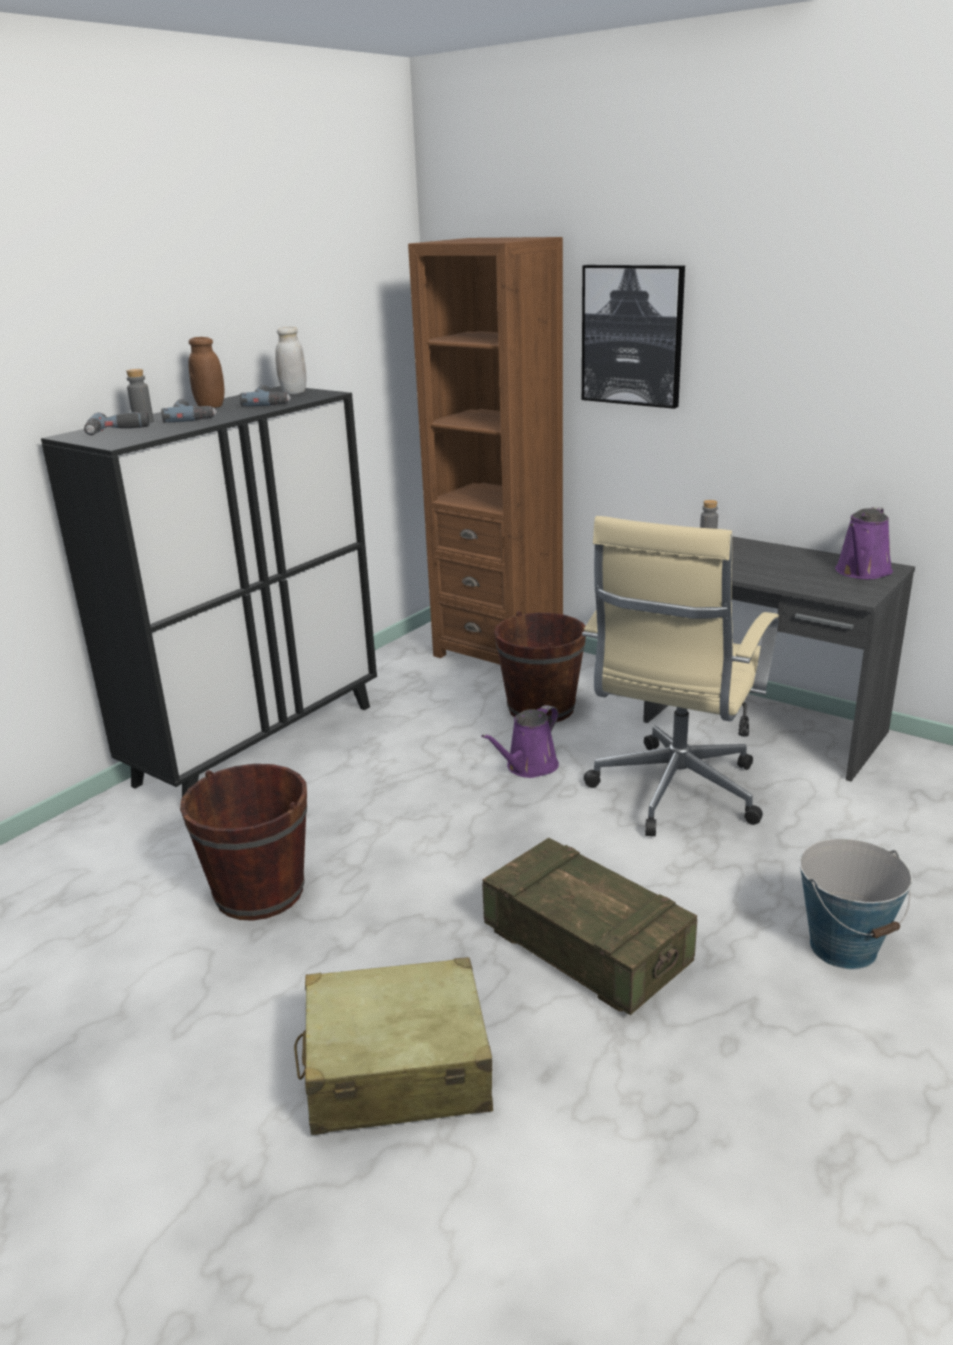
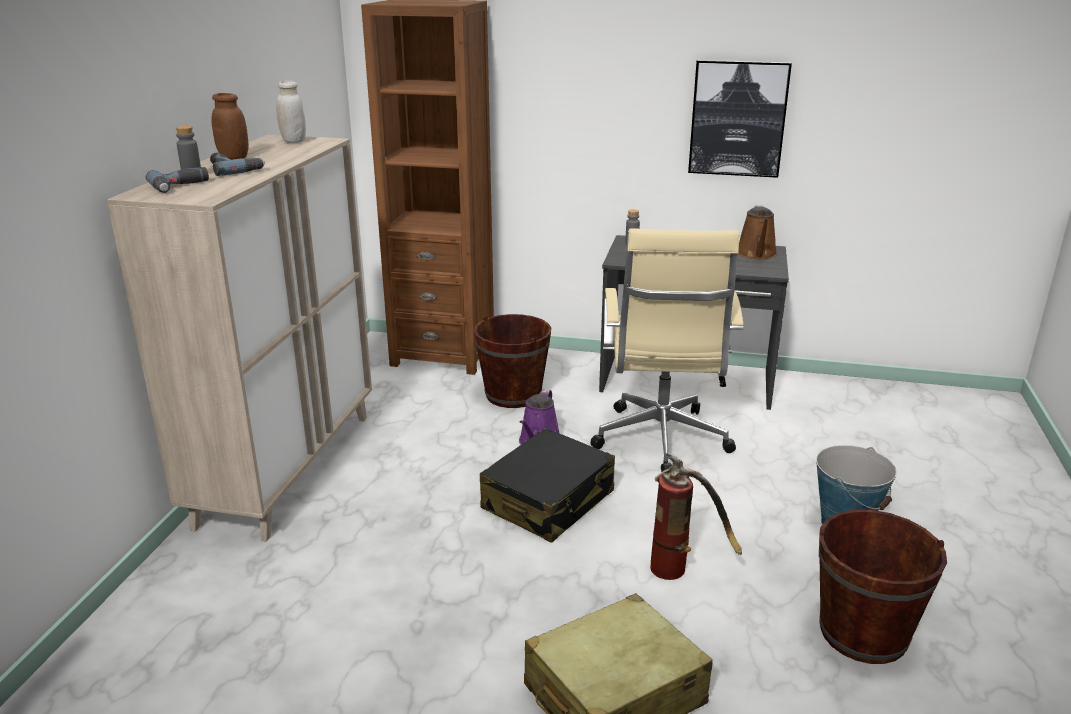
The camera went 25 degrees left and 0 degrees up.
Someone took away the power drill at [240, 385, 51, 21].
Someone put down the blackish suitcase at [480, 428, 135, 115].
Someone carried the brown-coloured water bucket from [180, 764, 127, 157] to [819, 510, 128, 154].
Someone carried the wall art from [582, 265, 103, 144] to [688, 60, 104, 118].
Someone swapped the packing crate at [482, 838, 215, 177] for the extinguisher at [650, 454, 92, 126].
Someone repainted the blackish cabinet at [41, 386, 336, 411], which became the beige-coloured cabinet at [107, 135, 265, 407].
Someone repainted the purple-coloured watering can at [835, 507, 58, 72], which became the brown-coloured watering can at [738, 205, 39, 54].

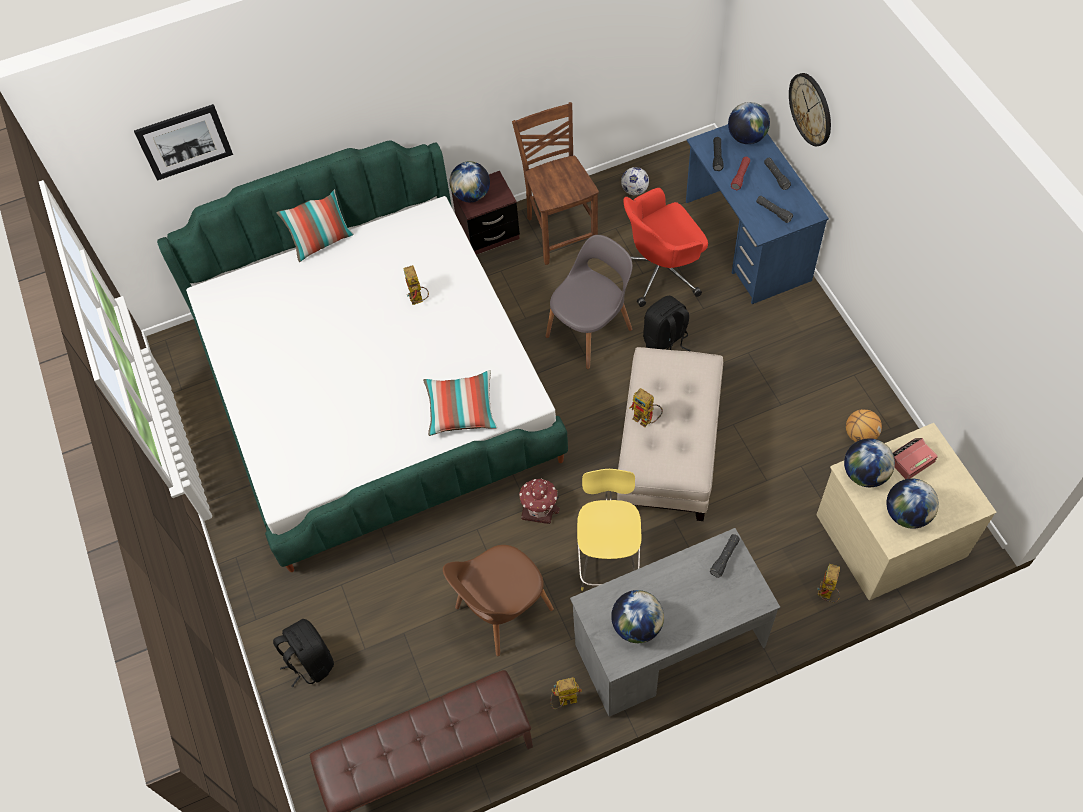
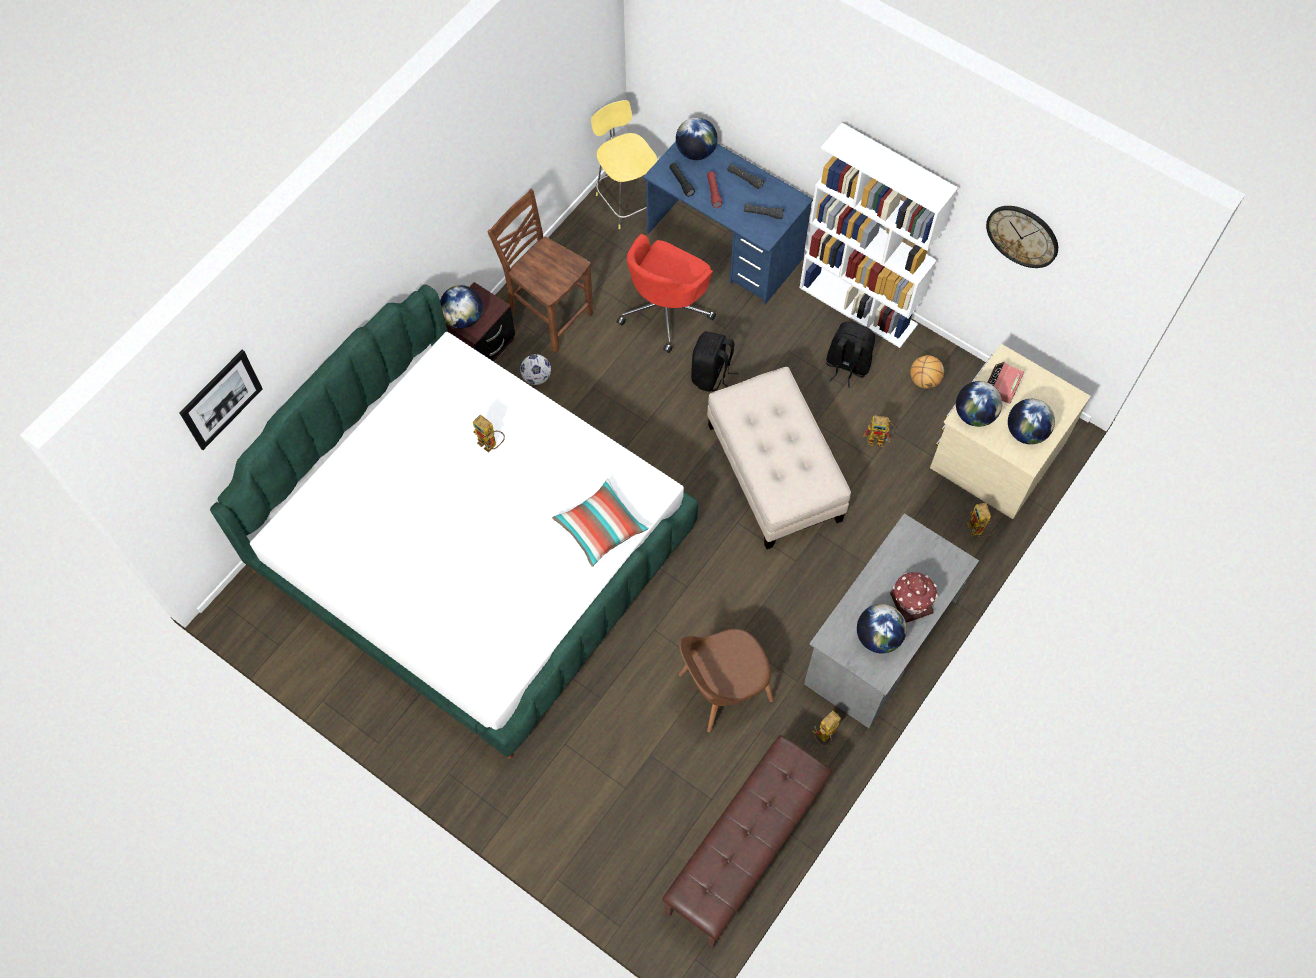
The camera went 35 degrees left and 5 degrees up.
Someone took away the pillow at [276, 189, 78, 73].
Someone took away the grey upright chair at [545, 235, 87, 134].
Someone took away the blackish flashlight at [710, 534, 30, 44].
Someone put down the whitish bookcase at [799, 123, 159, 225].
Someone carried the blackish rucksack from [273, 619, 61, 68] to [826, 322, 49, 66].
Someone carried the miniature house from [519, 479, 41, 45] to [890, 572, 48, 51].
Someone carried the yellow-coloured stool seat from [577, 469, 65, 122] to [591, 100, 67, 129].
Someone carried the football ball from [621, 167, 28, 28] to [520, 354, 31, 31].
Someone carried the robot figure from [630, 388, 33, 39] to [863, 416, 31, 31].
Someone carried the hanging clock from [789, 73, 42, 74] to [986, 206, 72, 62].
Someone rotated the brown-coloured upright chair at [443, 545, 111, 111] by 45 degrees clockwise.

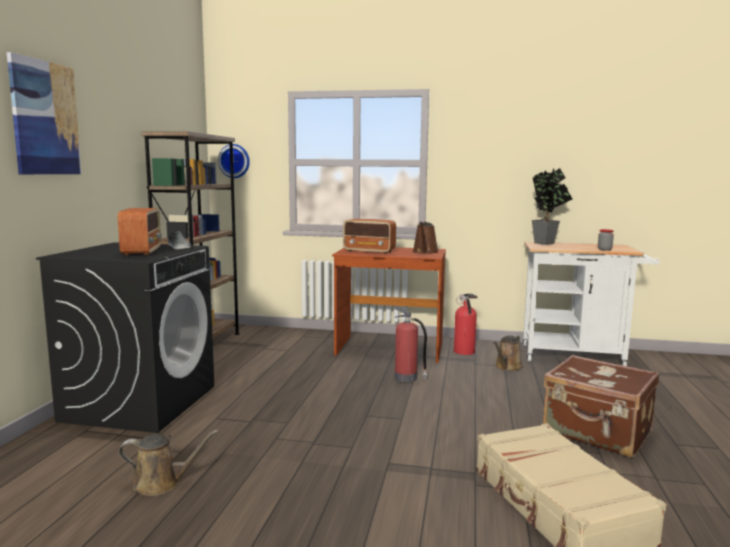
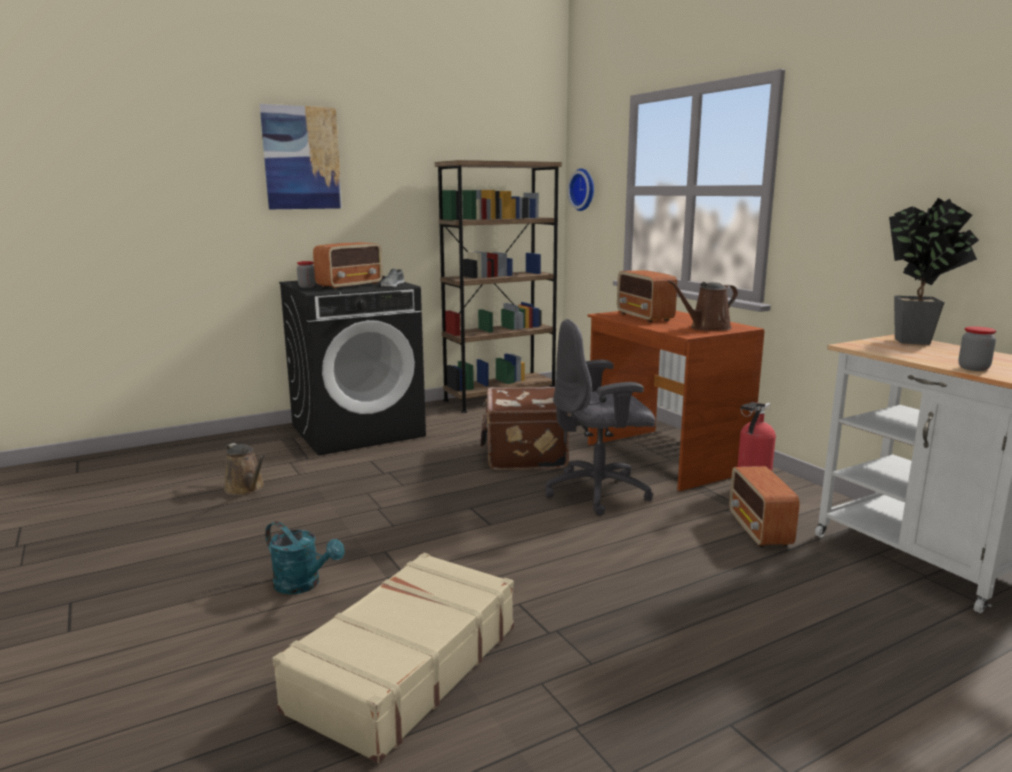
The camera went 50 degrees right and 5 degrees up.
Someone put down the turquoise watering can at [265, 521, 80, 73].
Someone put down the jar at [297, 261, 19, 27].
Someone carried the brown-coloured suitcase from [543, 355, 116, 103] to [480, 387, 89, 83].
Someone swapped the extinguisher at [394, 307, 34, 75] for the grey computer chair at [545, 319, 110, 197].
Someone swapped the brown-coloured watering can at [493, 335, 30, 36] for the radio at [729, 466, 70, 81].

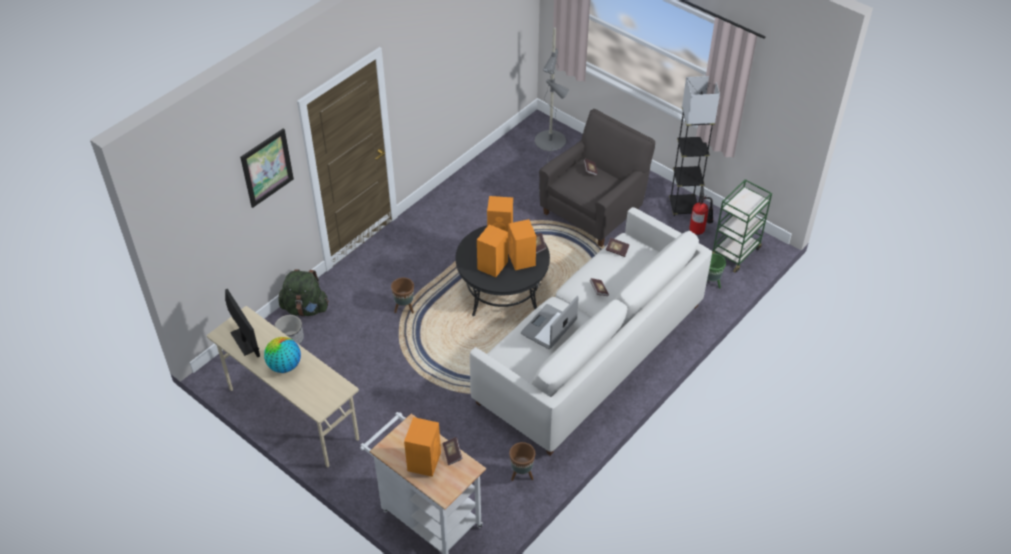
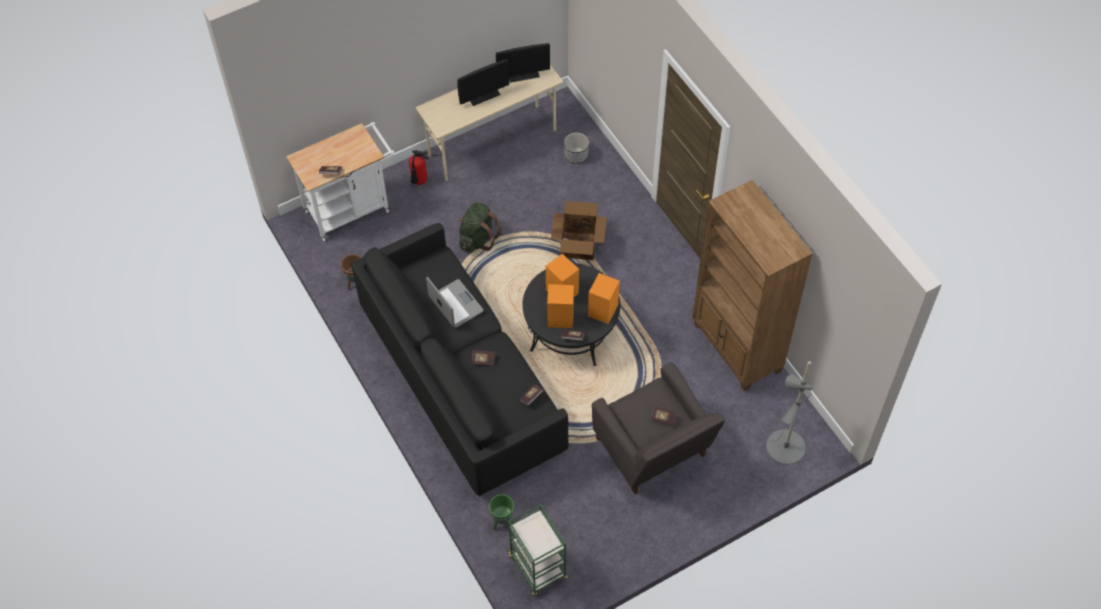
The camera went 110 degrees right and 10 degrees up.
Someone took away the wall art at [240, 128, 54, 80].
Someone took away the orange audio speaker at [404, 417, 37, 60].
Someone took away the blackish standing lamp at [669, 76, 51, 141].
Someone put down the brown-coloured bookcase at [692, 180, 121, 211].
Someone carried the greenish rucksack from [279, 269, 50, 47] to [458, 202, 43, 50].
Someone carried the extinguisher from [689, 186, 24, 49] to [409, 150, 20, 35].
Someone swapped the world globe at [264, 337, 37, 36] for the monitor at [457, 59, 52, 47].
Someone swapped the brown-coloured planter at [391, 278, 23, 36] for the cardboard box at [551, 201, 56, 59].
Someone repainted the whitish sofa at [470, 207, 242, 249], which became the blackish sofa at [351, 223, 217, 274].

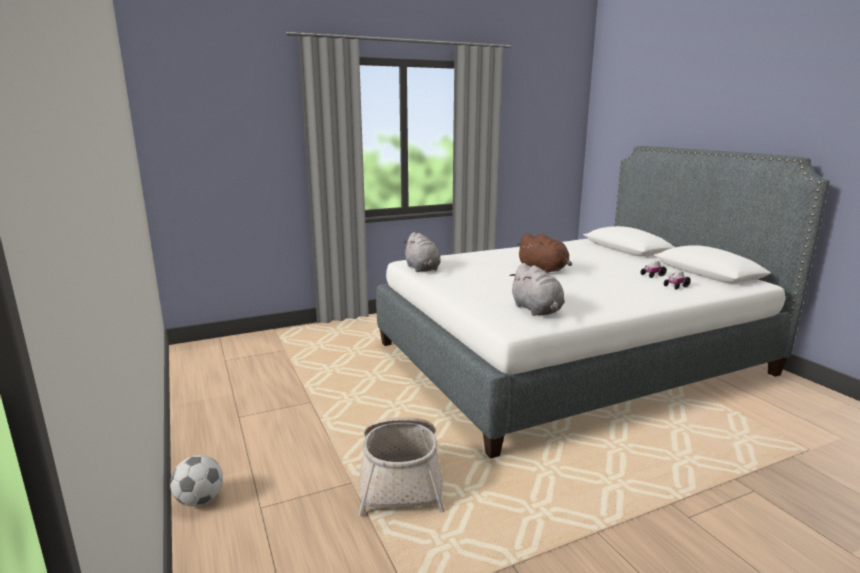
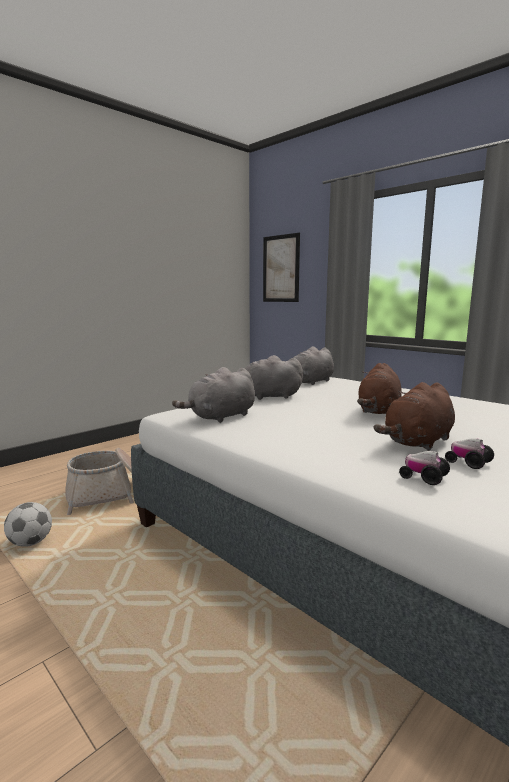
The camera went 70 degrees right and 5 degrees down.
Someone put down the grey plush toy at [245, 355, 58, 45].
Someone put up the wall art at [263, 233, 37, 69].
Someone put down the brown-coloured plush toy at [373, 382, 82, 69].
Someone carried the football ball from [170, 455, 53, 52] to [4, 502, 48, 45].

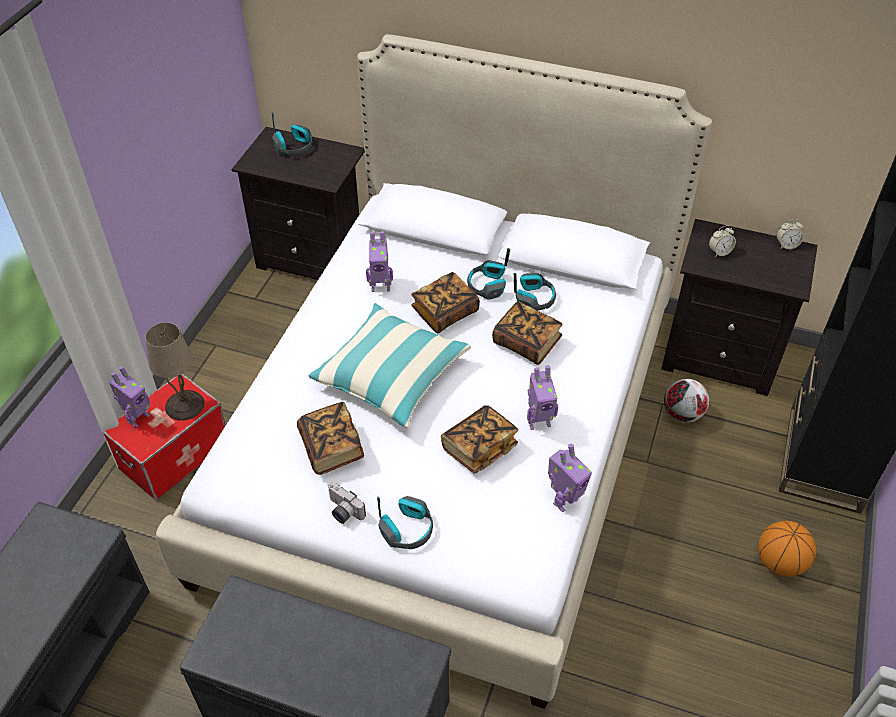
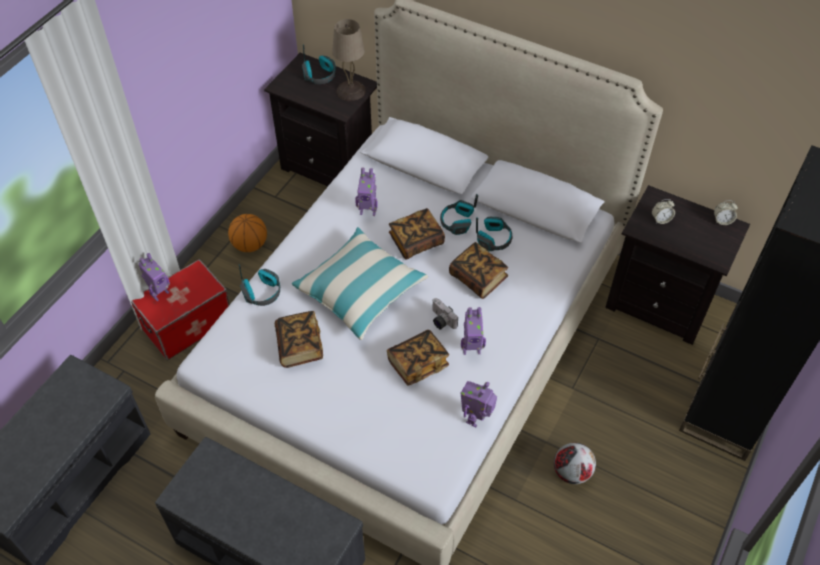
The camera went 10 degrees right and 5 degrees up.
Someone carried the beige-coloured table lamp from [145, 322, 59, 98] to [332, 19, 34, 82].
Someone carried the still camera from [328, 482, 38, 42] to [432, 298, 26, 31].
Someone carried the headset from [377, 496, 56, 53] to [239, 264, 41, 42].
Someone carried the football ball from [664, 379, 45, 44] to [554, 443, 42, 41].
Someone carried the basketball from [758, 521, 58, 56] to [228, 214, 39, 38].
Someone rotated the robot figure at [548, 444, 44, 68] by 150 degrees clockwise.

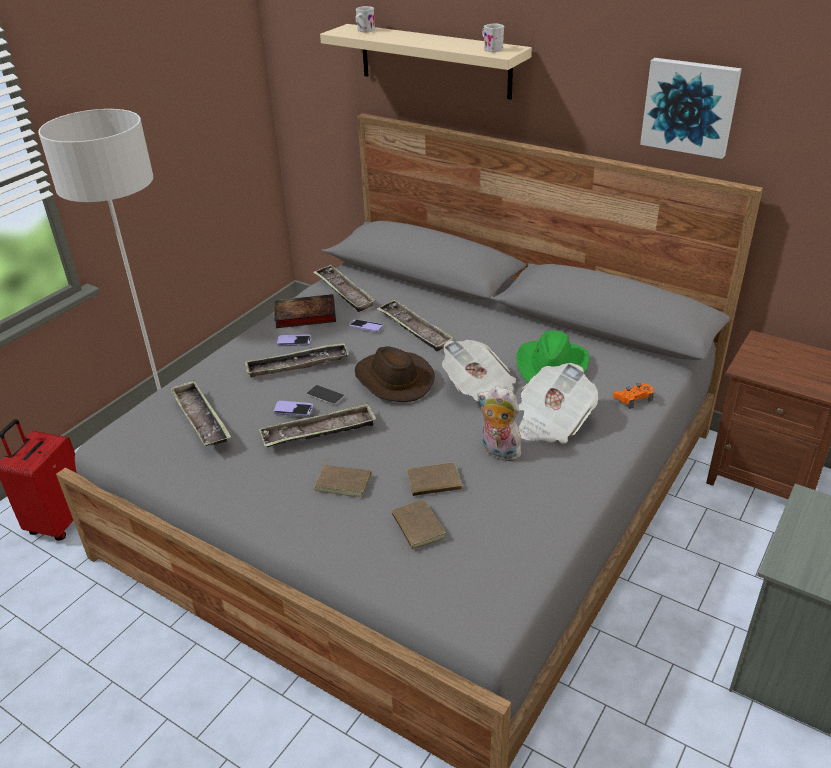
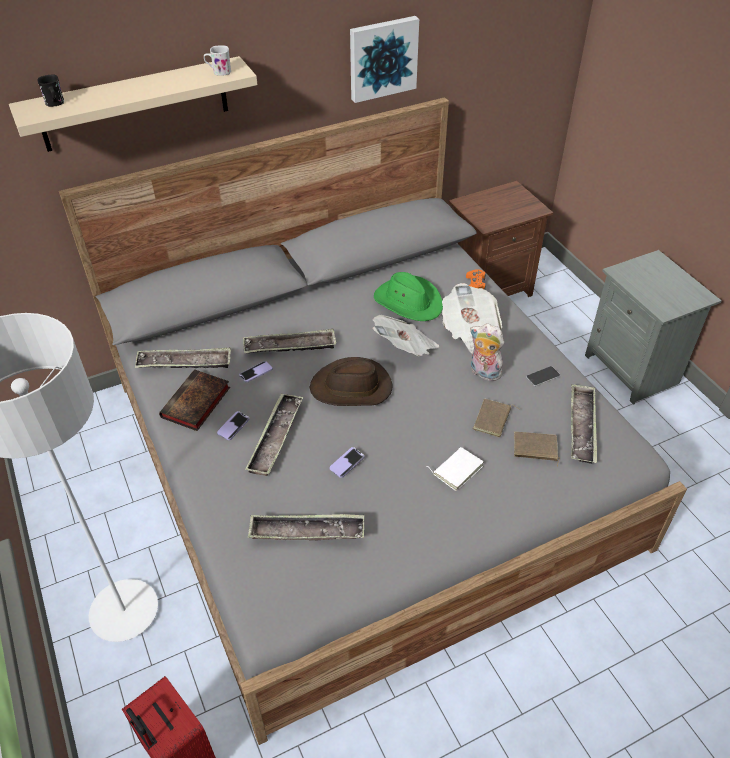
The camera went 60 degrees left and 10 degrees up.
Someone carried the serving tray from [259, 403, 117, 44] to [571, 384, 26, 80].
Someone carried the telephone from [306, 385, 38, 20] to [526, 366, 34, 20].
Someone repainted the brown-coloured book at [314, 458, 57, 40], which became the whitish book at [426, 447, 58, 44].
Someone repainted the whitish tea mug at [356, 6, 19, 26], which became the blackish tea mug at [37, 74, 27, 33].
Someone rotated the plush toy at [477, 386, 44, 75] by 60 degrees clockwise.

